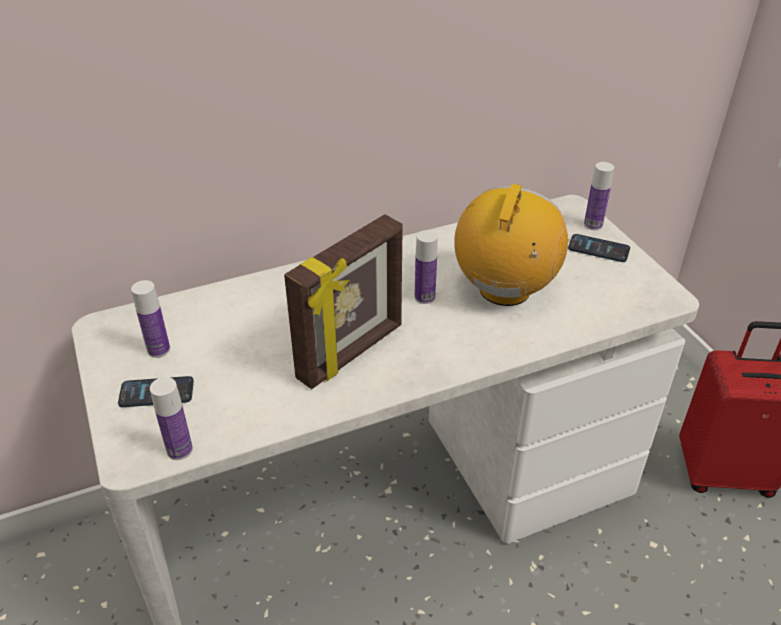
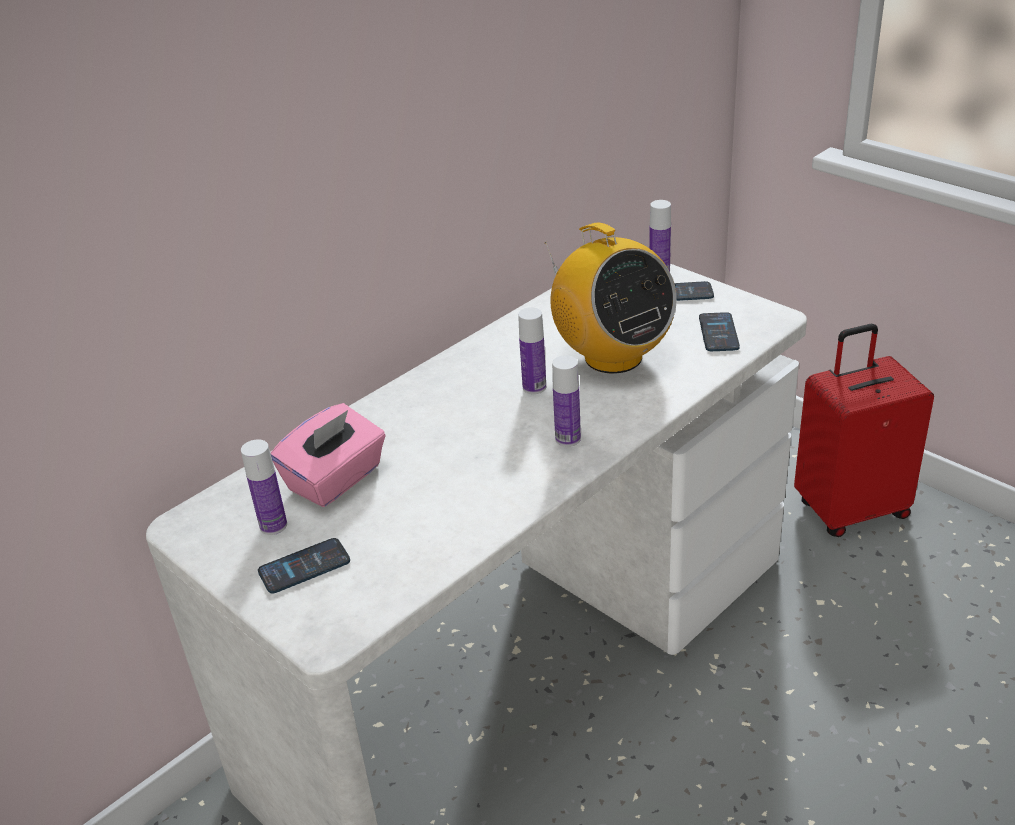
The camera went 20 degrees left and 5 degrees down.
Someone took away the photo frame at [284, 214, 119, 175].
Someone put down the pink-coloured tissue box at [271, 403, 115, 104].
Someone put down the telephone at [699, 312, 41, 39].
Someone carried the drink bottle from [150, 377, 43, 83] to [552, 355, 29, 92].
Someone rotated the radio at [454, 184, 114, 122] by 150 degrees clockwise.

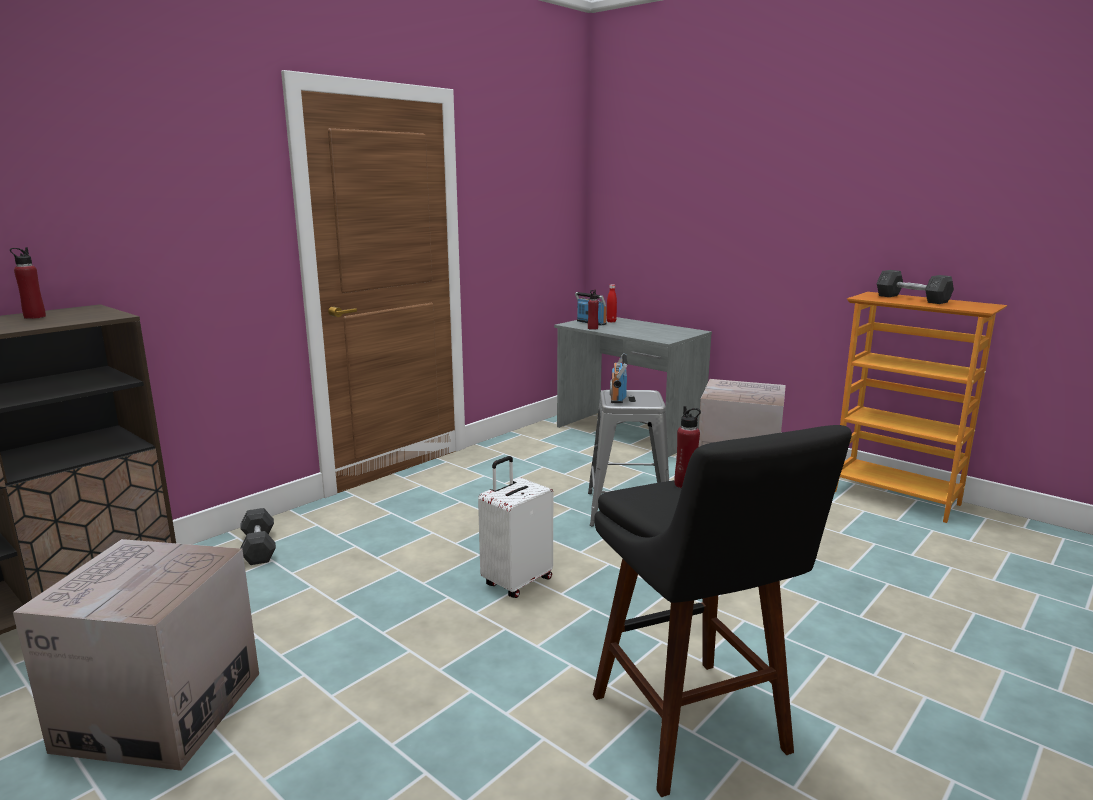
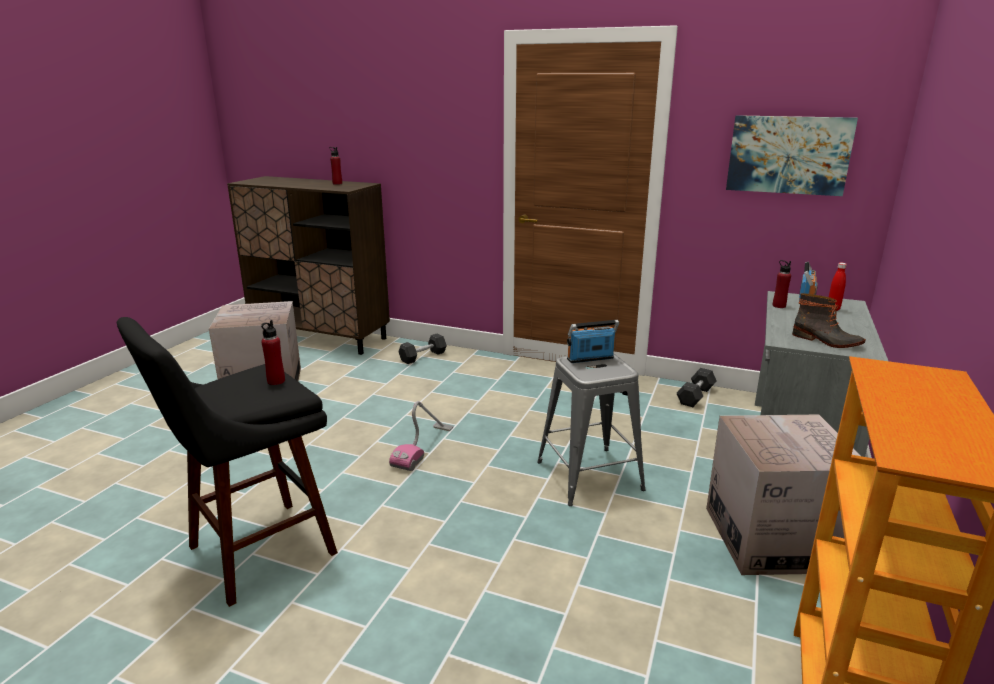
The camera went 70 degrees right and 5 degrees up.
Someone put up the wall art at [726, 115, 132, 81].
Someone put down the high-top boot at [792, 293, 74, 55].
Someone carried the grey hand weight from [877, 270, 77, 34] to [676, 368, 40, 39].
Someone swapped the whitish suitcase at [478, 456, 75, 142] for the vacuum at [389, 401, 64, 70].

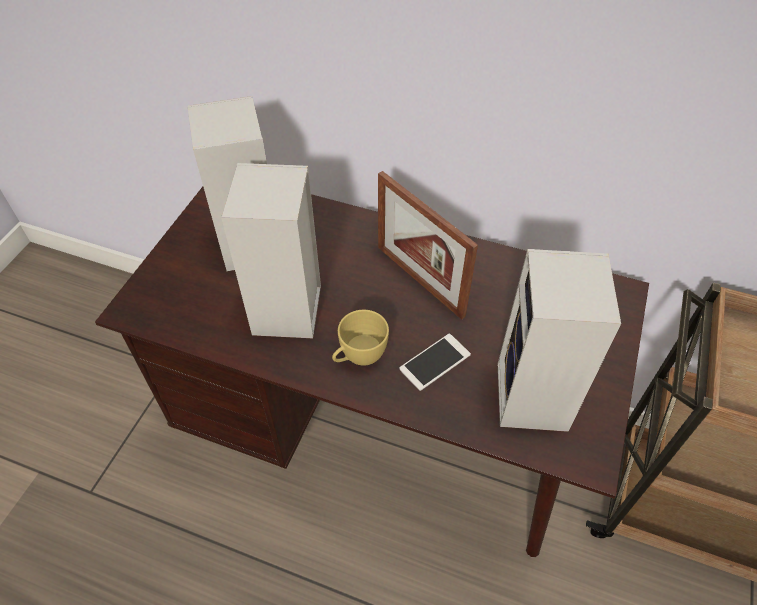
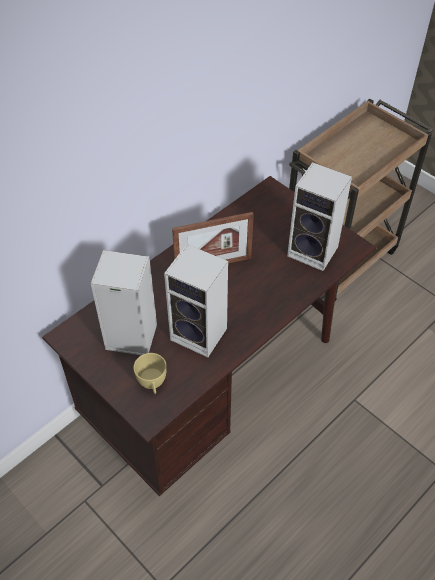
The camera went 65 degrees left and 0 degrees up.
Someone took away the telephone at [399, 334, 72, 57].
Someone carried the yellow-coloured drinking cup from [332, 310, 57, 56] to [133, 353, 34, 41].

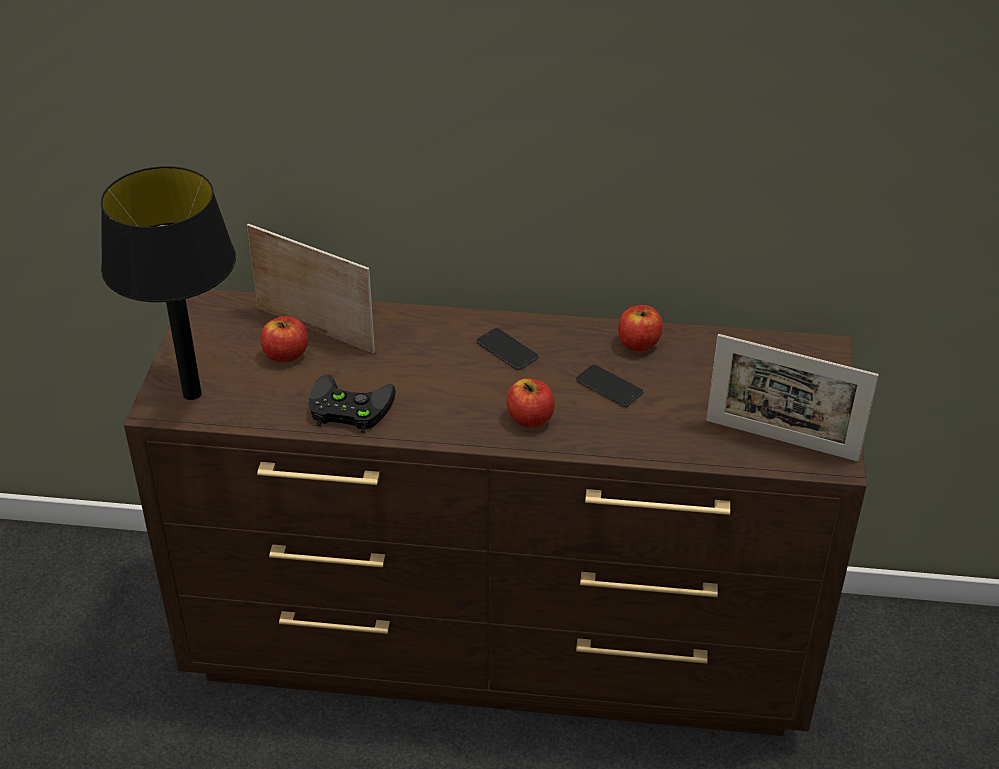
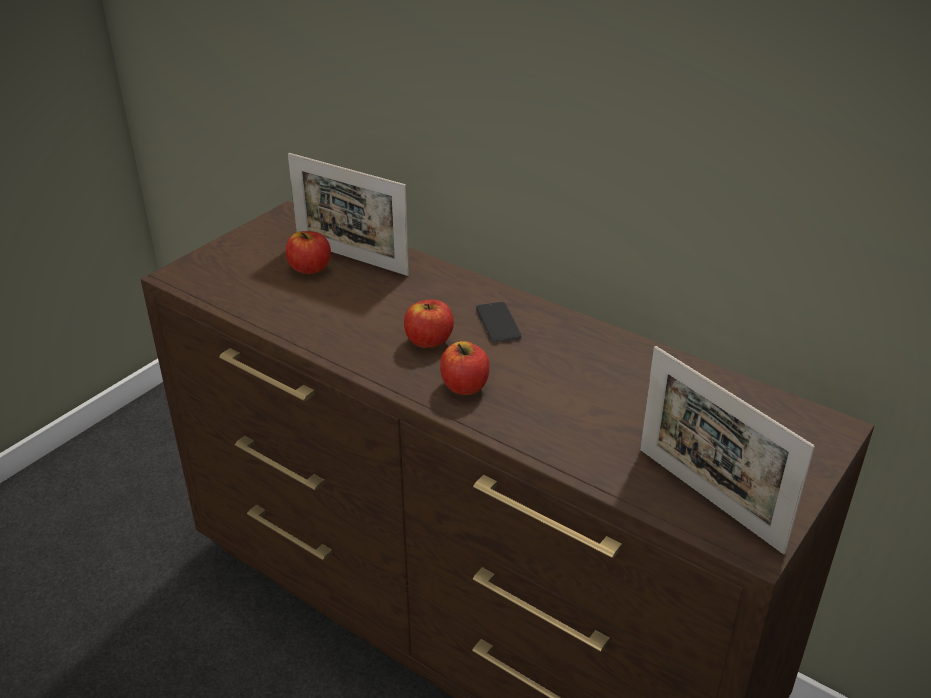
The camera went 30 degrees right and 5 degrees down.
Someone took away the blackish table lamp at [101, 166, 135, 234].
Someone took away the blackish game controller at [310, 375, 85, 58].
Someone took away the telephone at [576, 365, 67, 42].
Someone carried the whole apple from [618, 305, 45, 47] to [404, 300, 50, 48].
Someone rotated the photo frame at [247, 224, 128, 129] by 150 degrees clockwise.

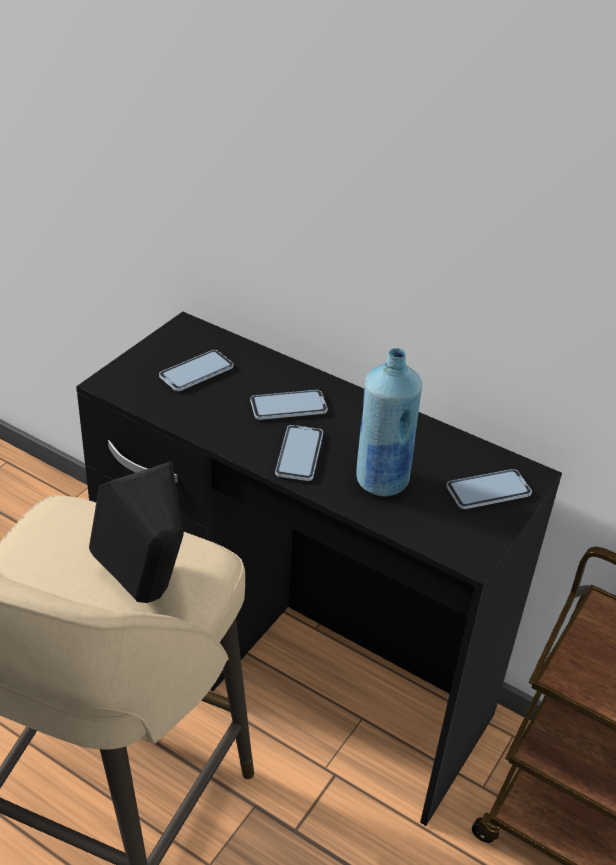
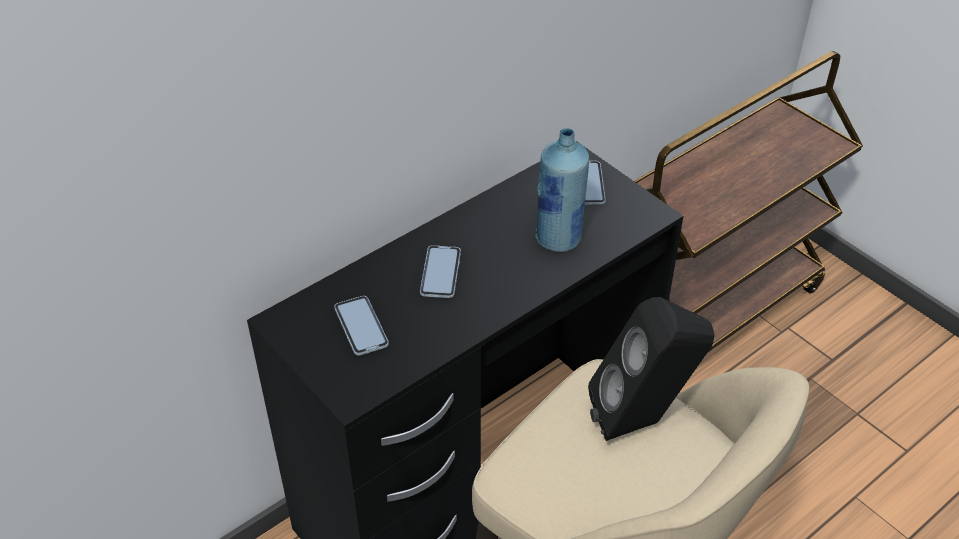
The camera went 70 degrees left and 5 degrees up.
Someone took away the telephone at [275, 425, 48, 56].

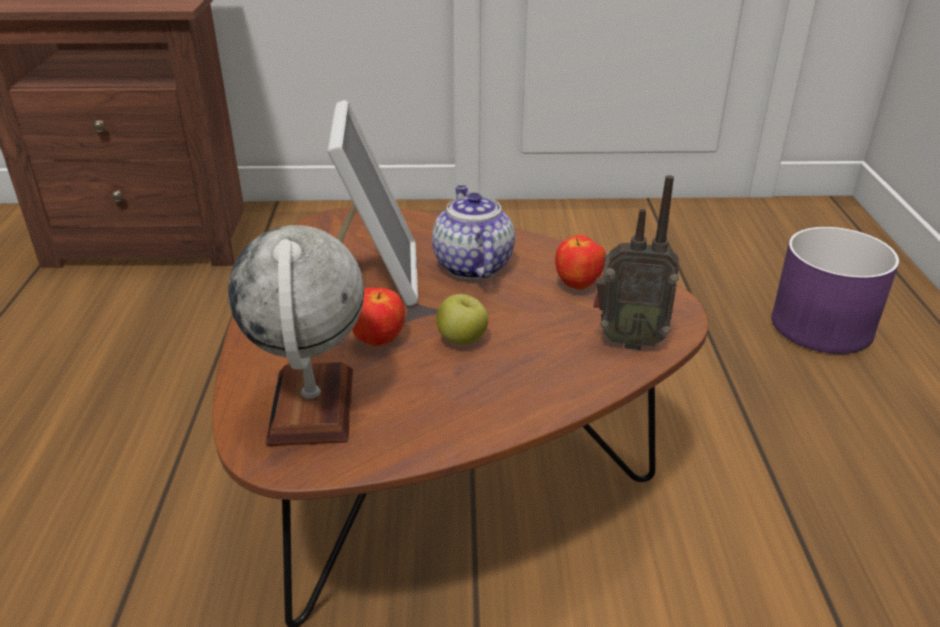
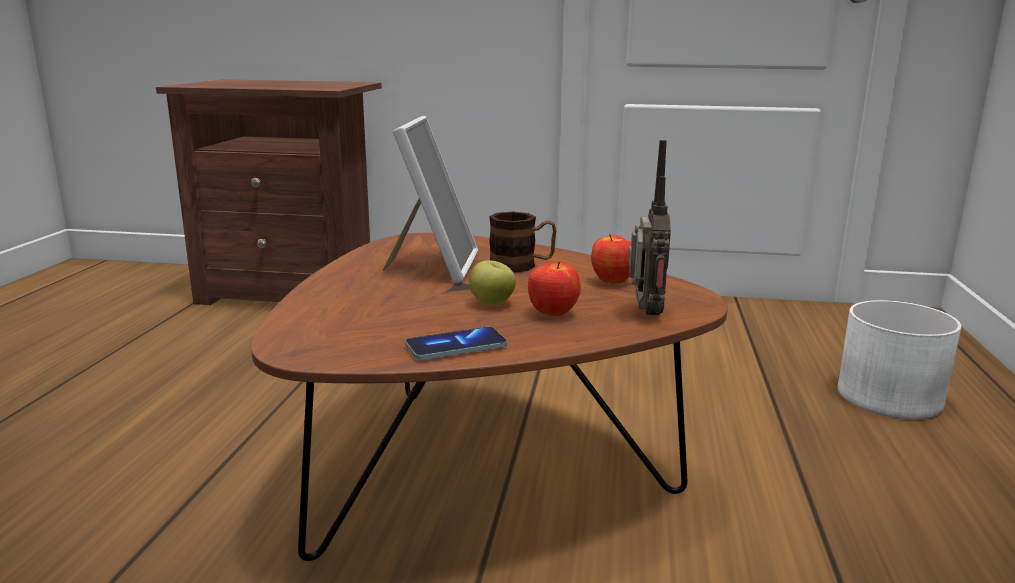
The camera went 10 degrees right and 15 degrees down.
Someone took away the world globe at [228, 225, 136, 221].
Someone put down the telephone at [405, 327, 102, 33].
Someone carried the whole apple from [352, 288, 53, 58] to [528, 261, 53, 55].
Someone swapped the pot for tea at [432, 185, 83, 94] for the tea mug at [489, 212, 68, 61].
Someone repainted the purple-coloured planter at [771, 227, 128, 127], which became the whitish planter at [837, 300, 125, 119].
Someone rotated the radio at [593, 175, 86, 175] by 105 degrees counterclockwise.

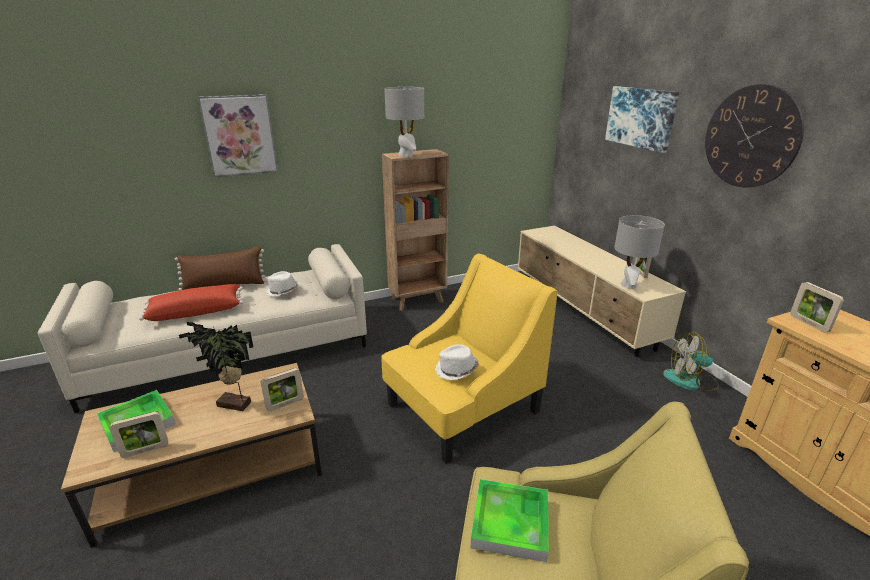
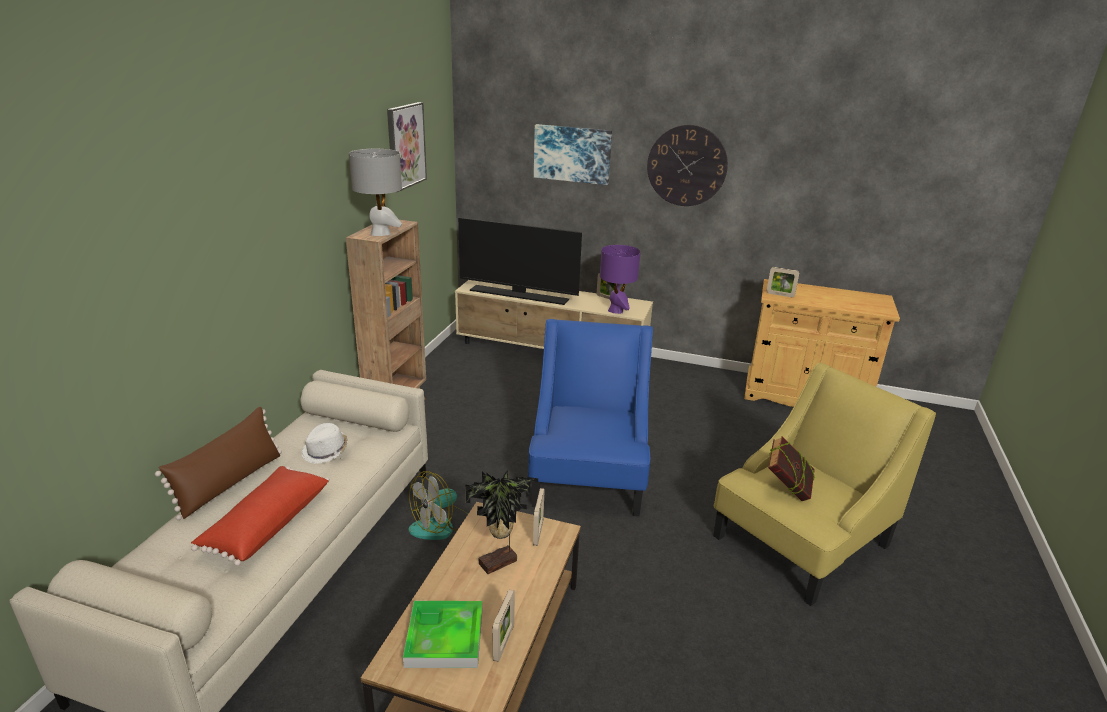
The camera went 50 degrees left and 0 degrees up.
Someone took away the whitish hat at [435, 344, 44, 36].
Someone put down the television at [458, 218, 124, 87].
Someone carried the wall art from [198, 94, 80, 84] to [387, 102, 40, 90].
Someone carried the cooling fan from [663, 332, 56, 59] to [408, 471, 60, 69].
Someone swapped the serving tray at [471, 479, 78, 83] for the book at [768, 436, 47, 65].
Someone repainted the yellow-coloured lounge chair at [381, 254, 176, 210], which became the blue-coloured lounge chair at [528, 319, 125, 197].
Someone repainted the grey table lamp at [614, 215, 51, 74], which became the purple-coloured table lamp at [600, 245, 41, 69].

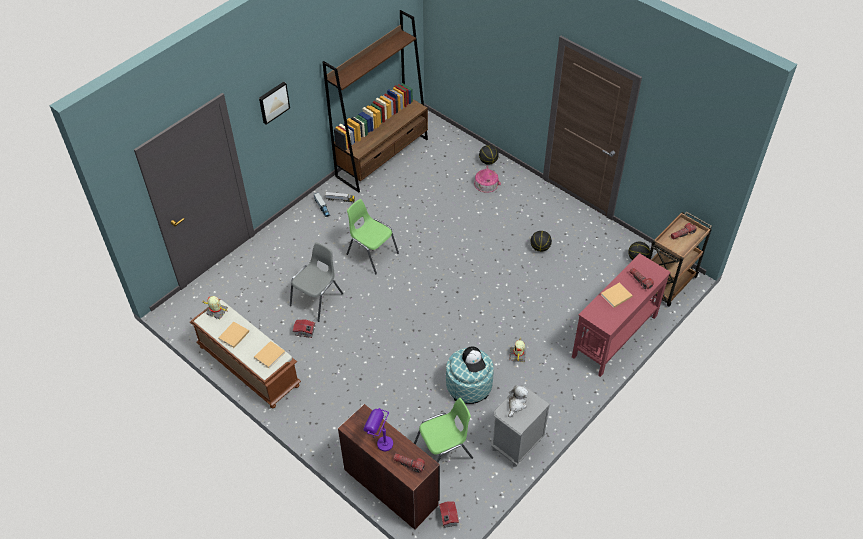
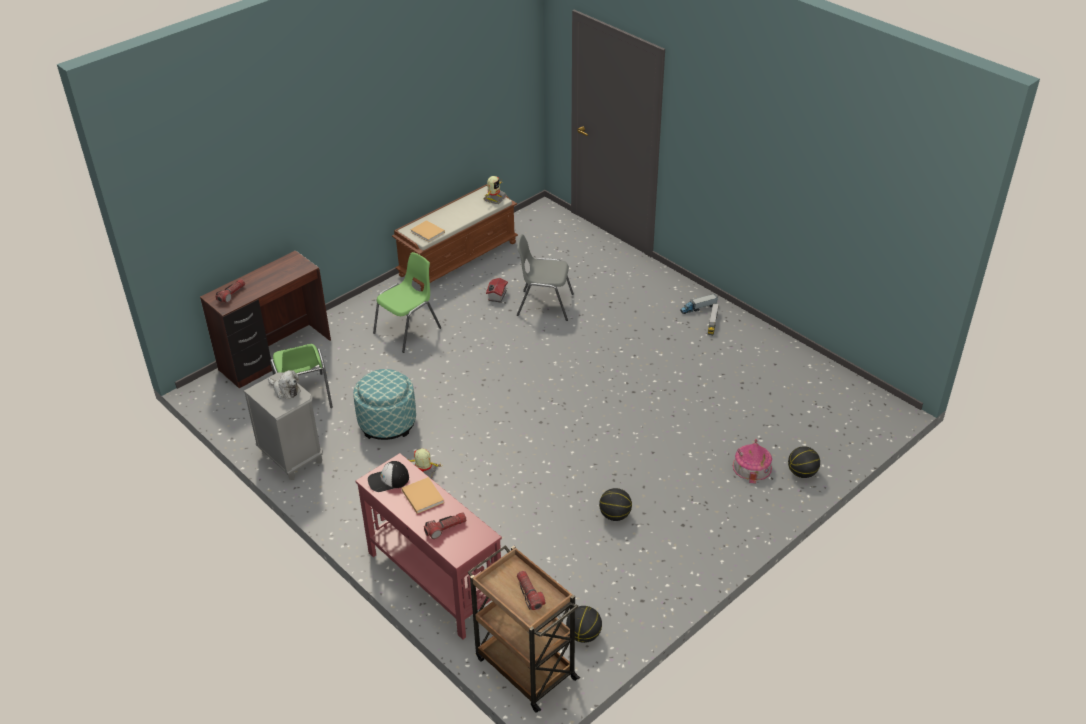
The camera went 95 degrees right and 10 degrees down.
Someone took away the beige-coloured book at [218, 322, 31, 26].
Someone took away the wall art at [259, 82, 31, 43].
Someone took away the brown-coloured bookcase at [322, 10, 106, 183].
Someone took away the purple-coloured table lamp at [364, 408, 29, 43].
Someone took away the miniature house at [439, 501, 20, 27].
Someone carried the greenish upright chair from [346, 199, 53, 75] to [373, 252, 68, 101].
Someone carried the cap from [462, 346, 24, 26] to [368, 461, 41, 31].
Someone rotated the grey upright chair at [290, 243, 53, 79] by 150 degrees clockwise.

